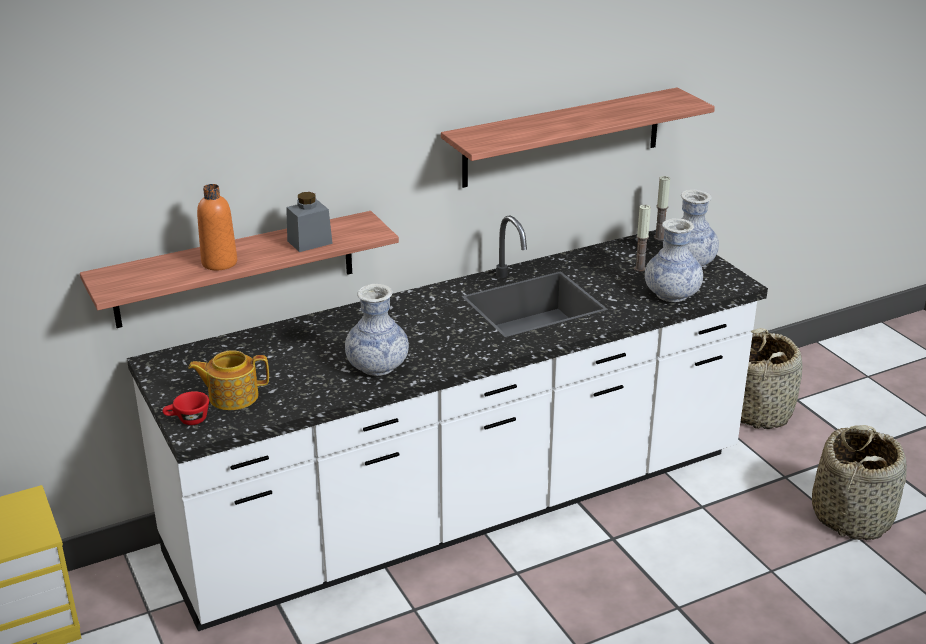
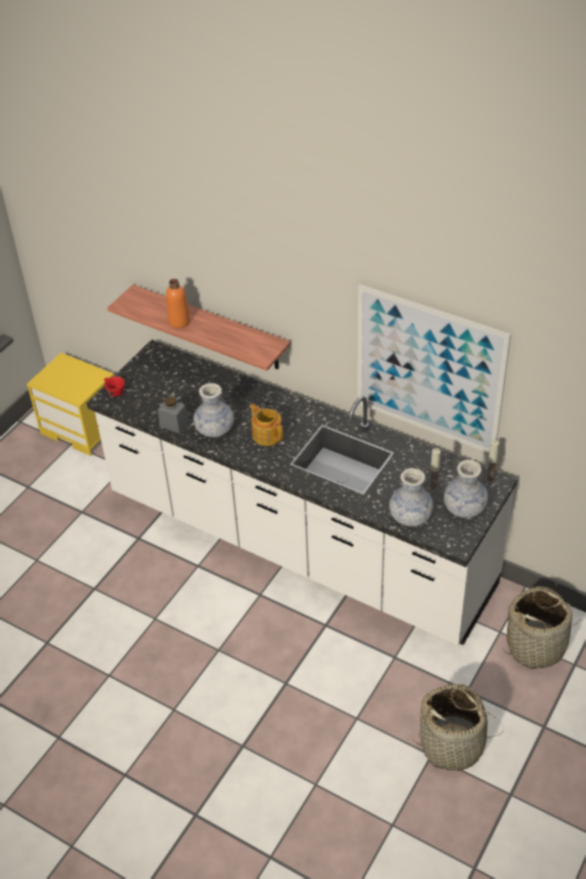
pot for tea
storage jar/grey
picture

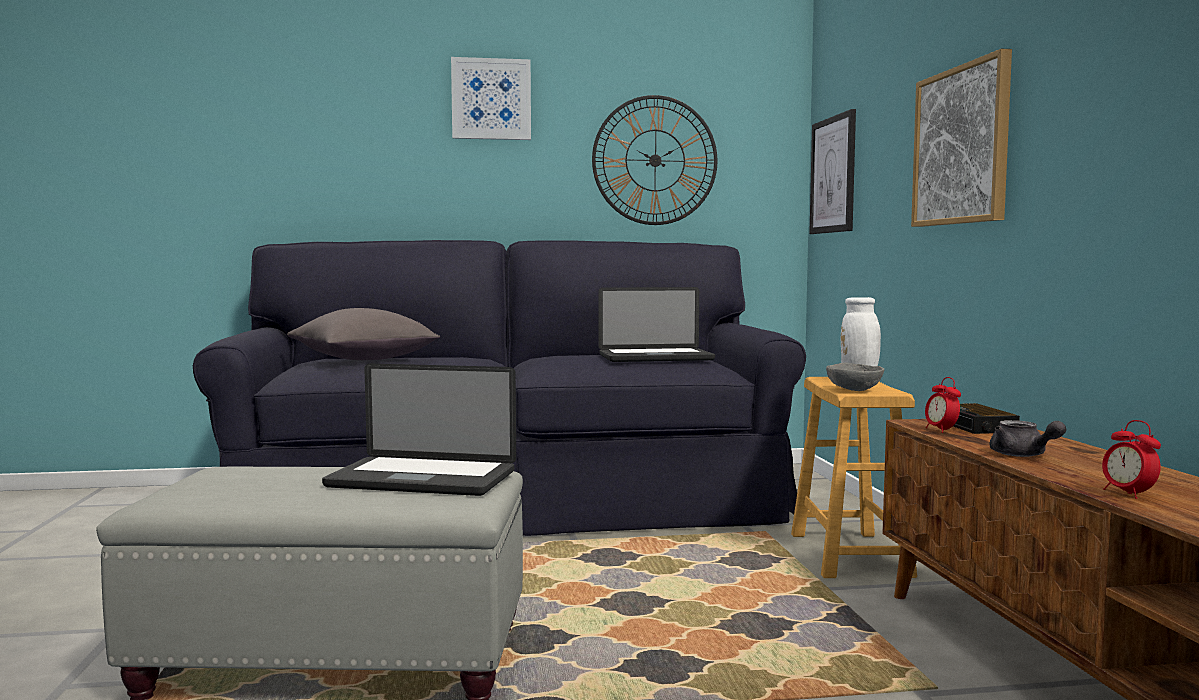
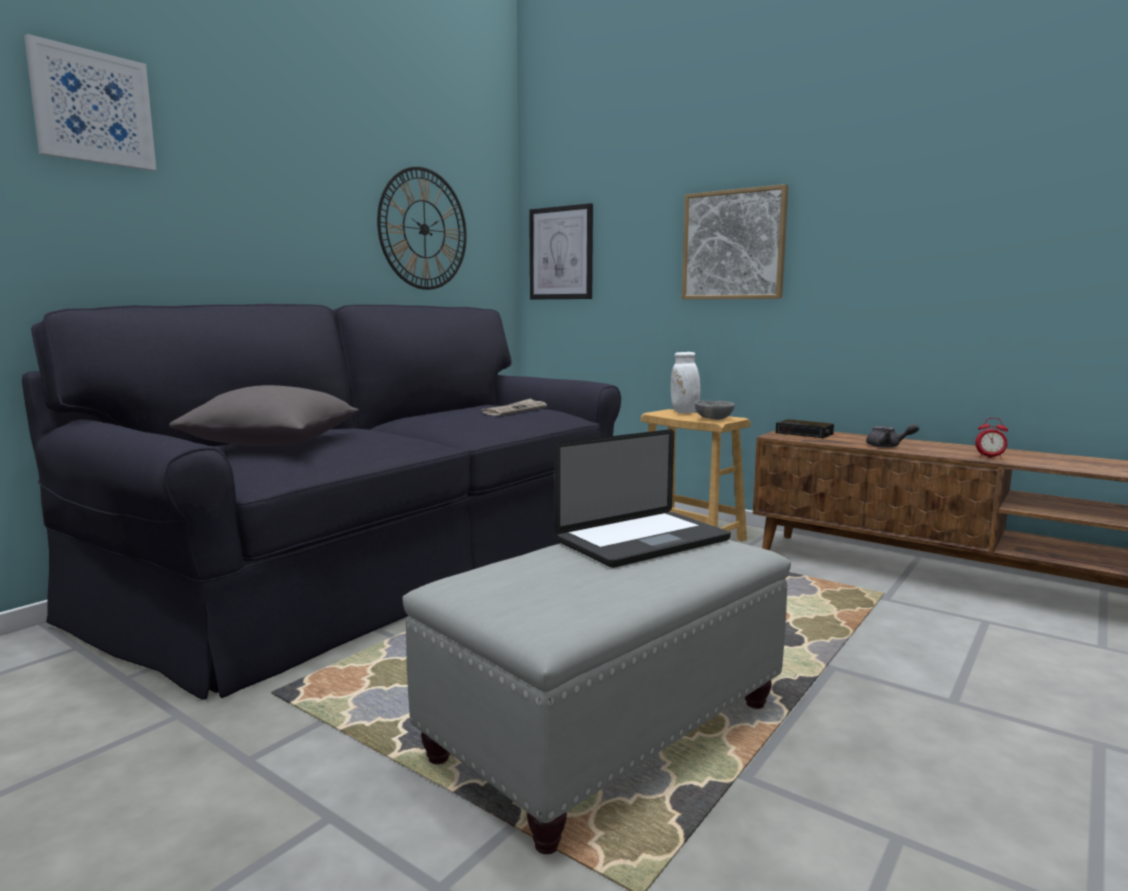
picture (1st from left)
printed paper
table clock (1st from left in the first image)

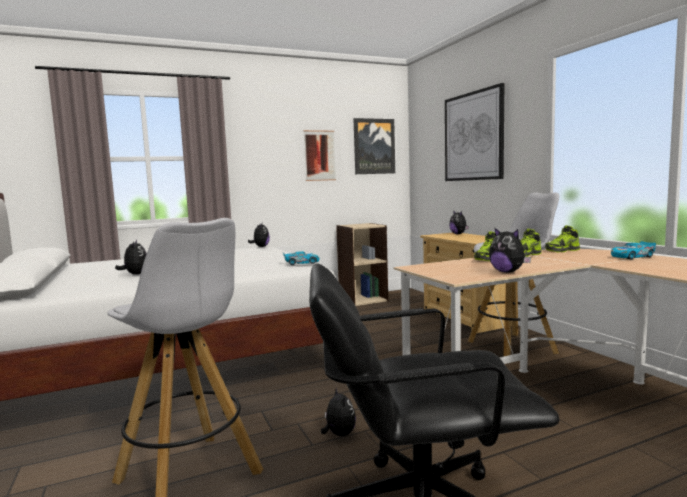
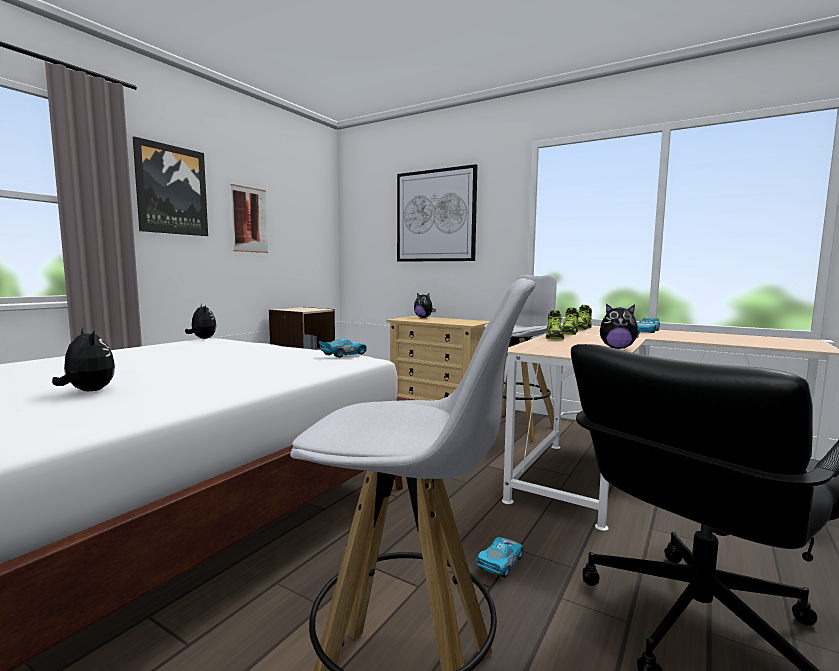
model car (2nd from left)
picture (1st from left)

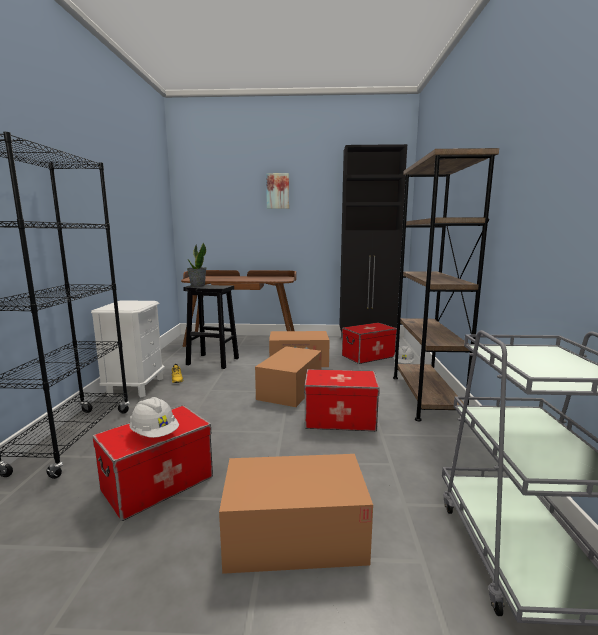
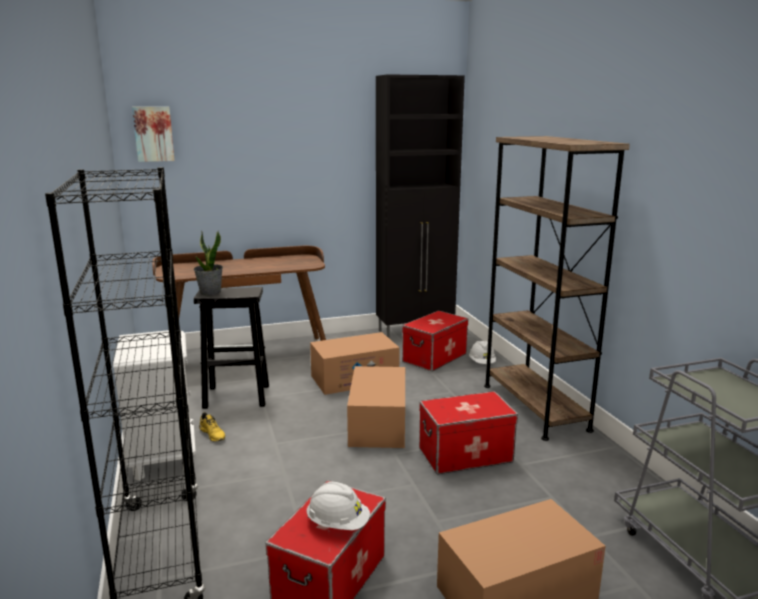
picture

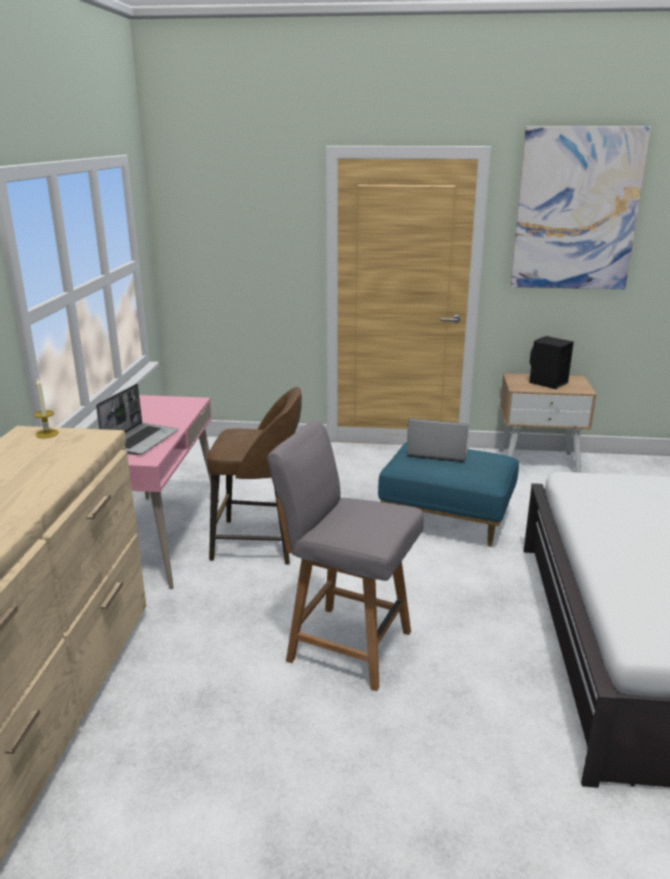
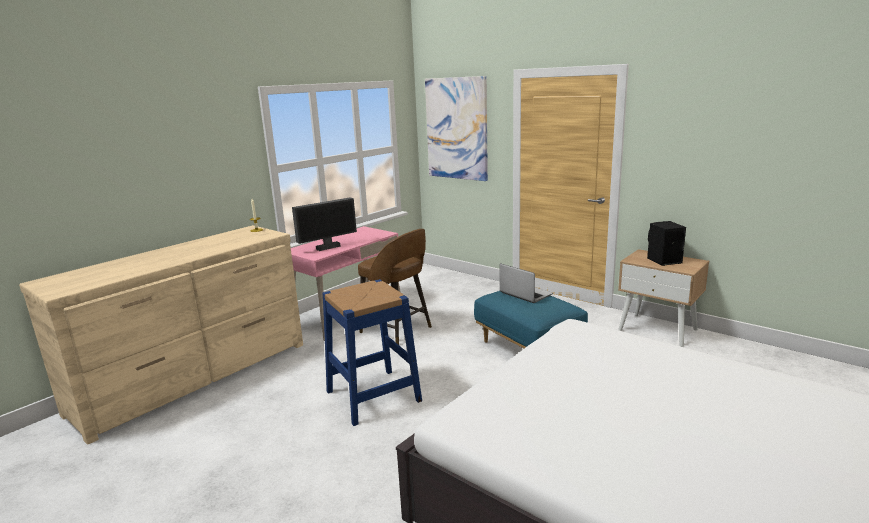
computer screen
sitting stool/blue
picture

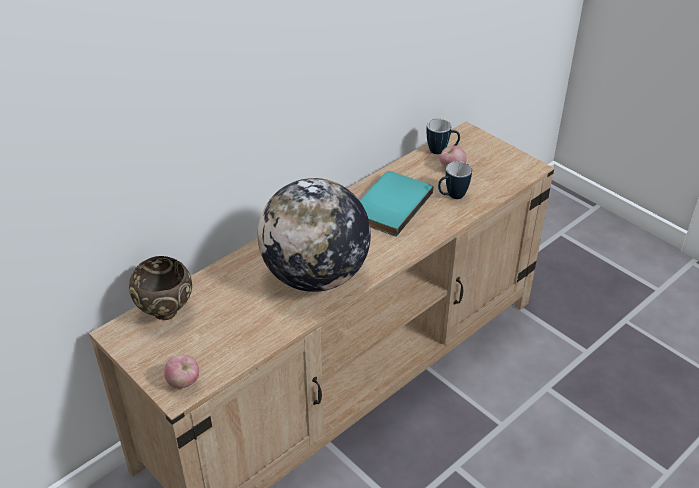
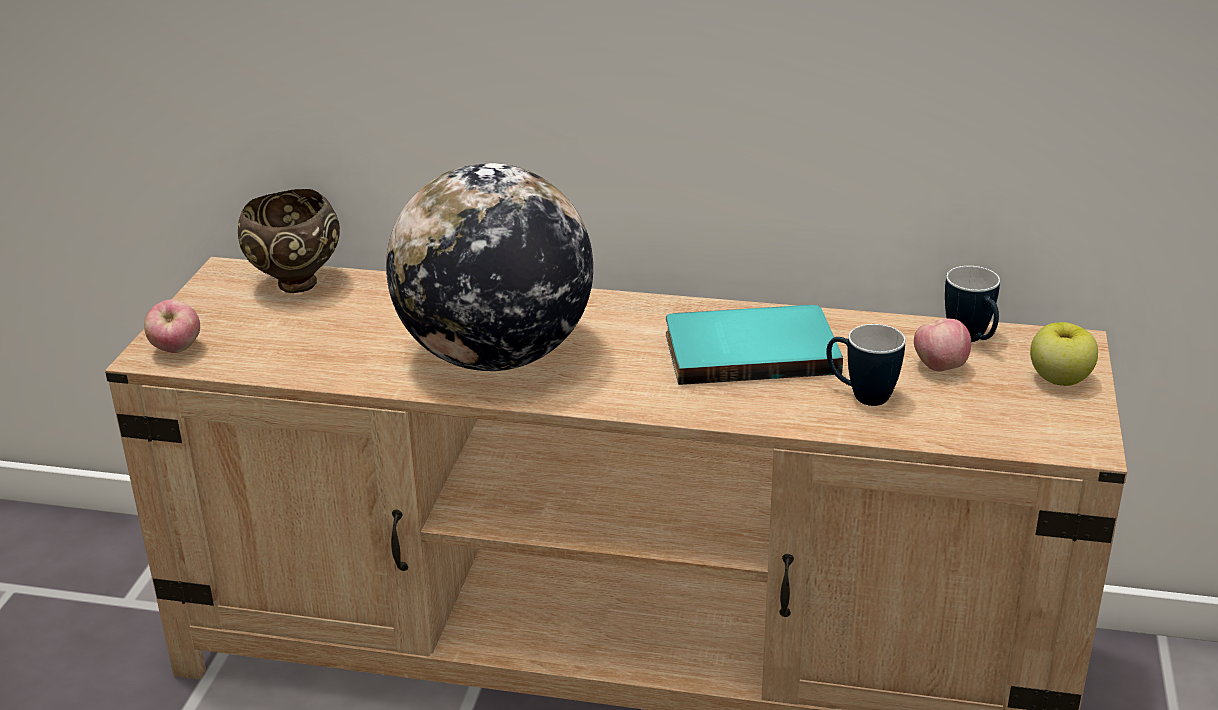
whole apple (3rd from left)

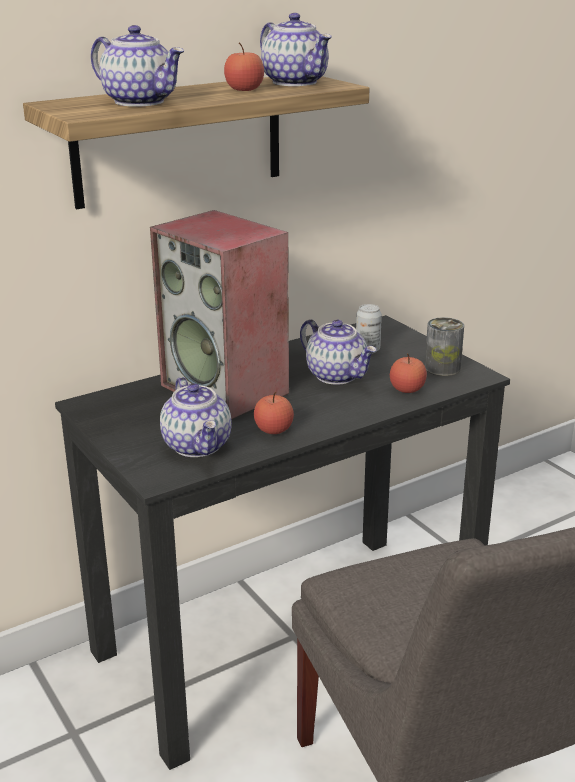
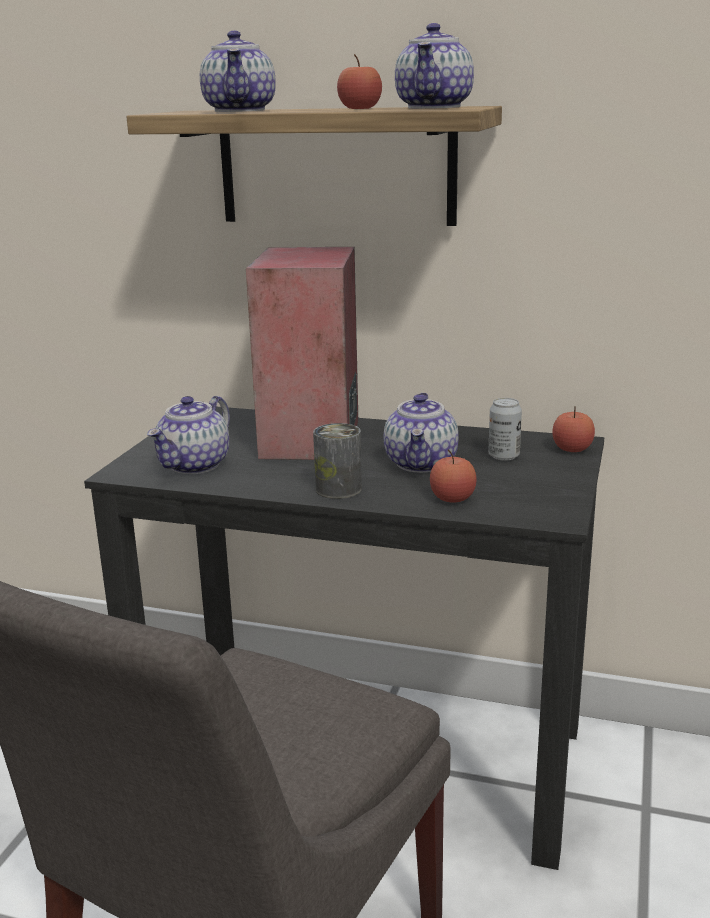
whole apple (3rd from left)
metal can (1st from left)

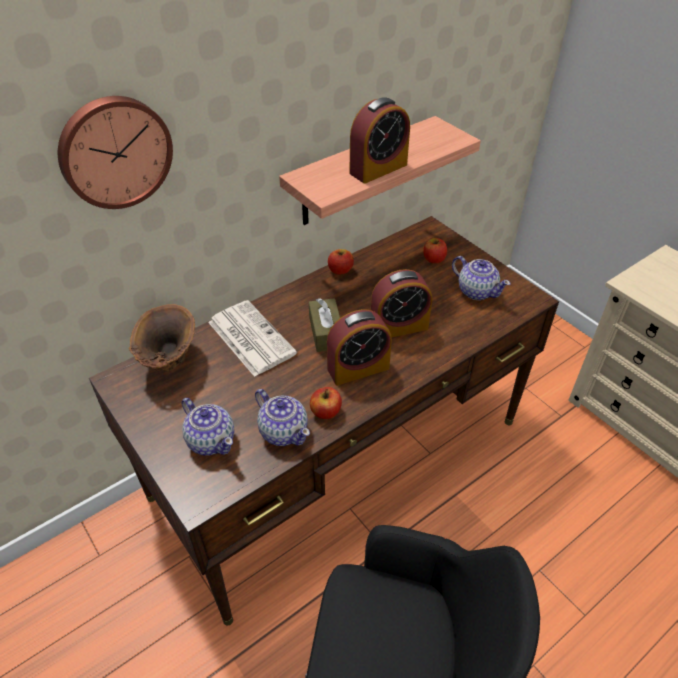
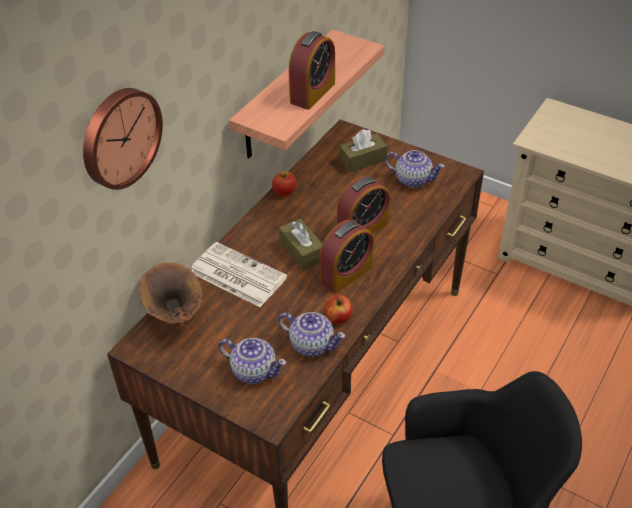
tissue box/brown (2nd from left)

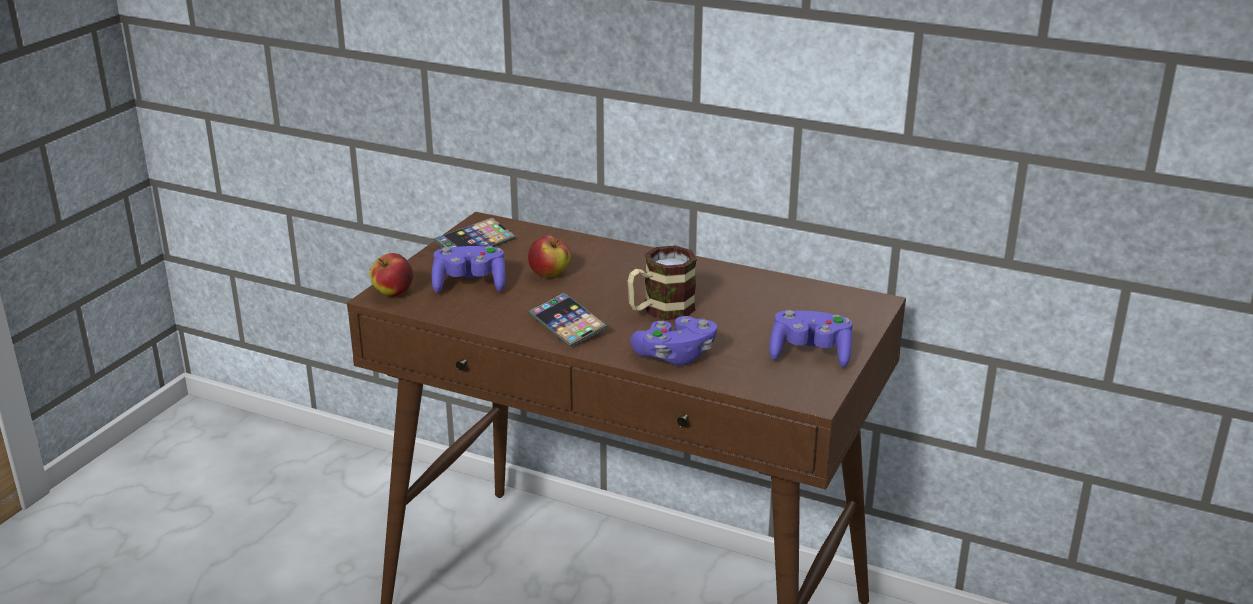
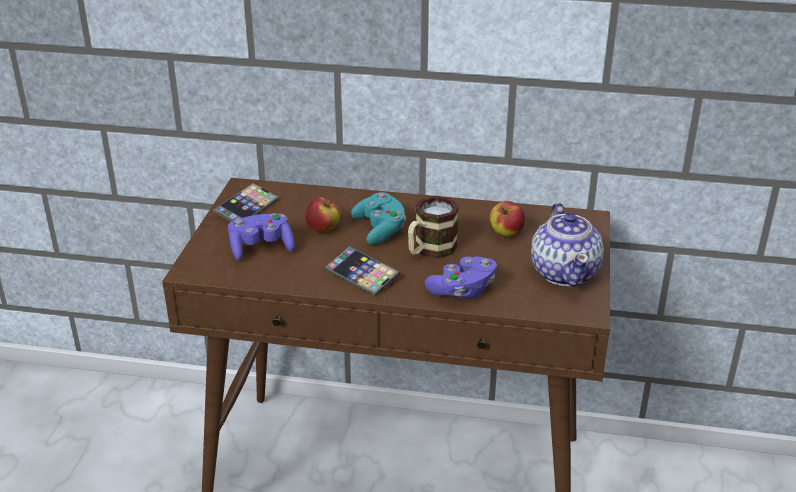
whole apple (2nd from left)
pot for tea
gamepad/turquoise-coloured

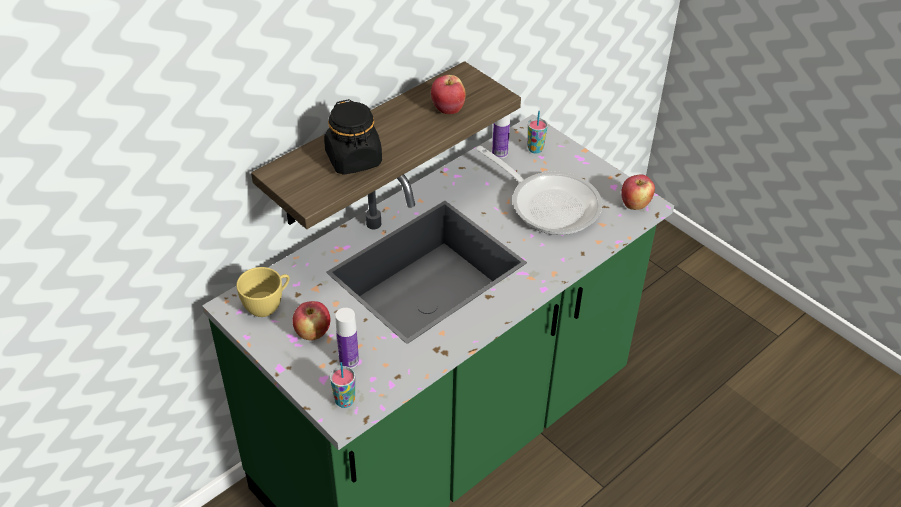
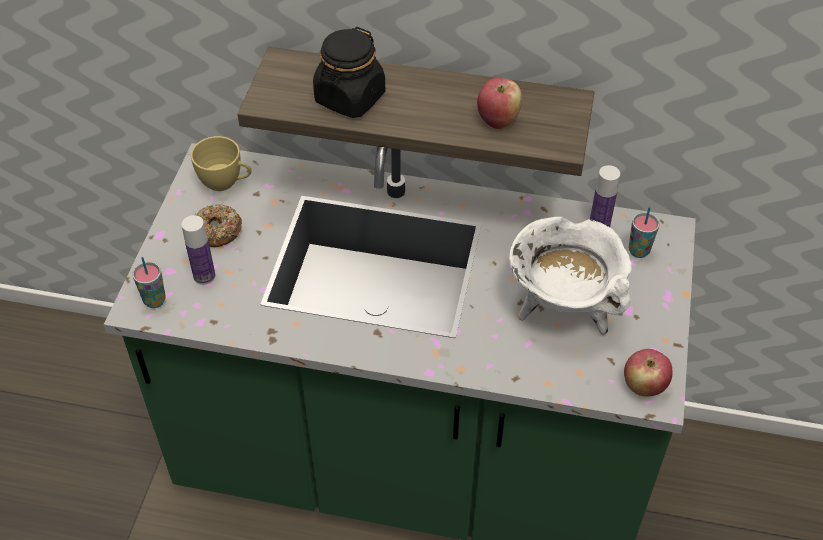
ring doughnut
stockpot/white-coloured

